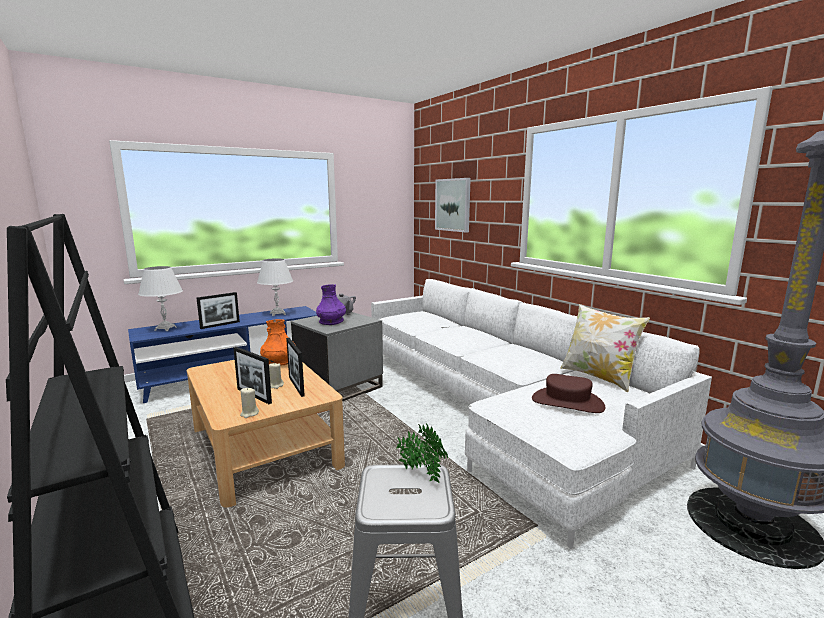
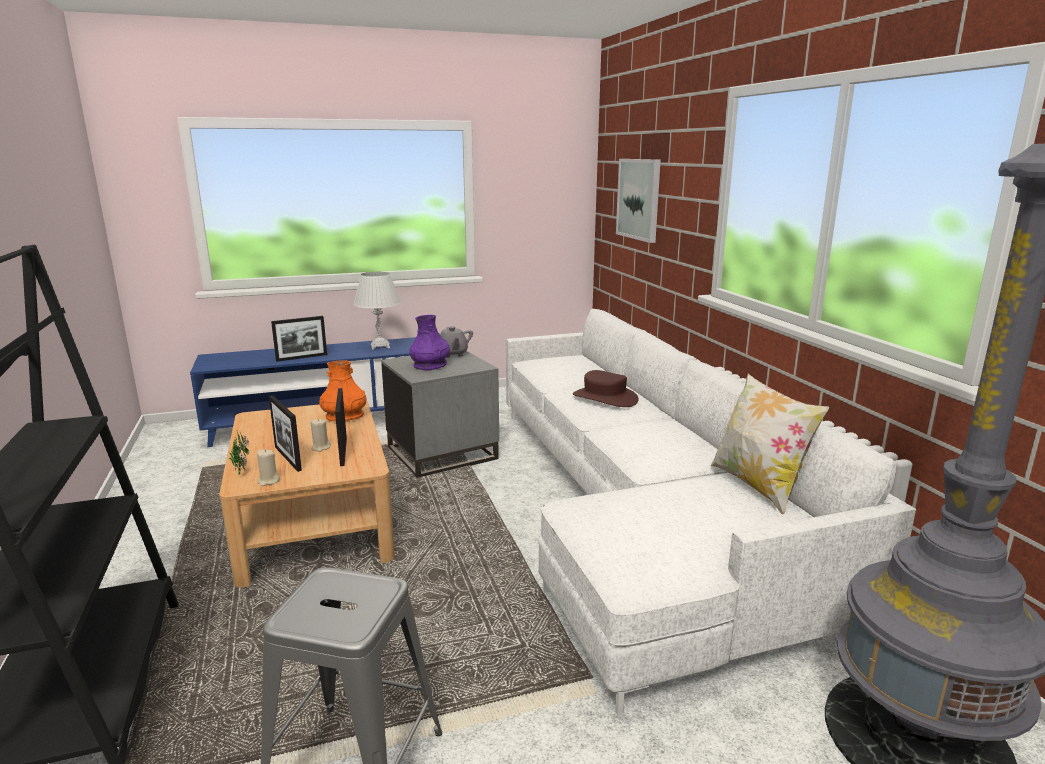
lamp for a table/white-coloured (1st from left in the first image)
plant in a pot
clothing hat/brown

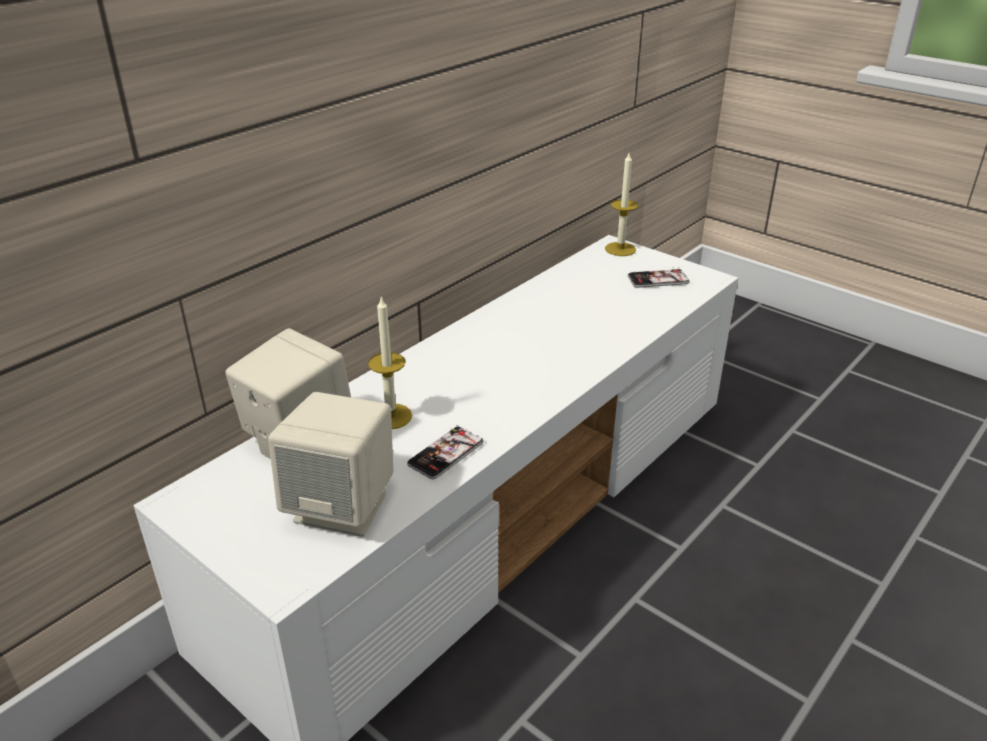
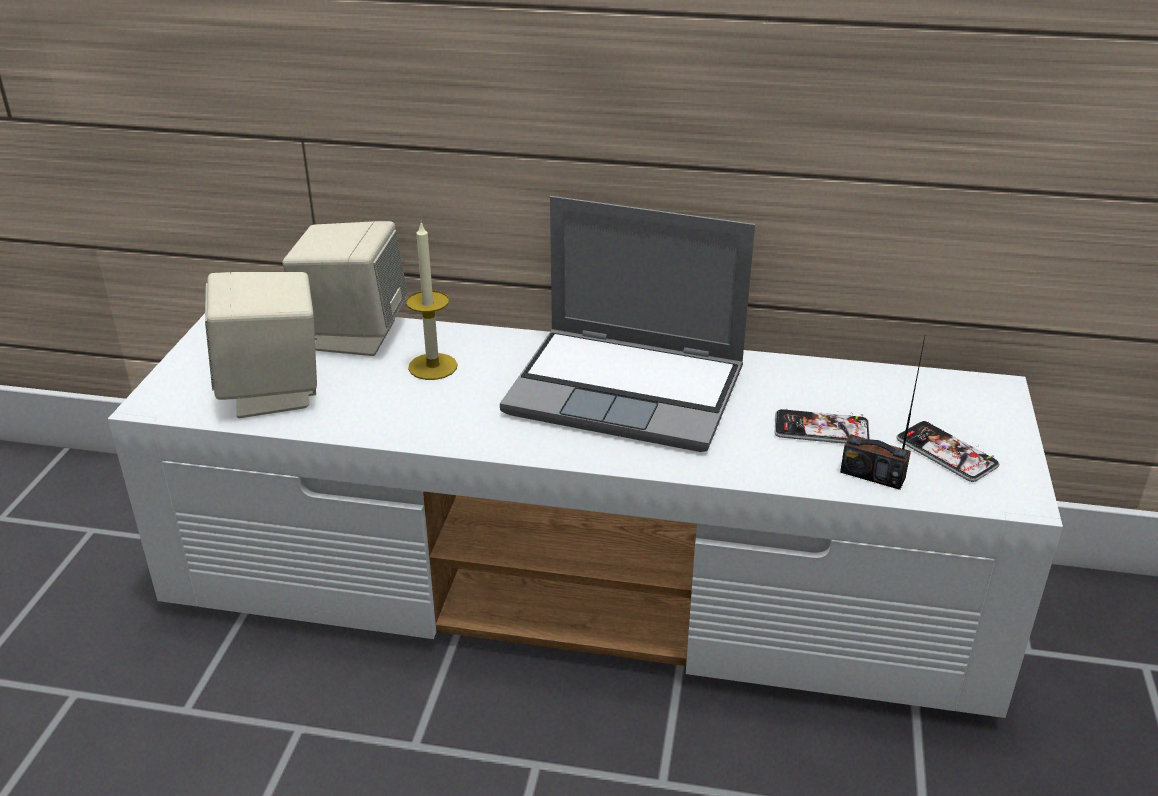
phone (1st from left)
candle (2nd from left in the first image)
portable computer
radio receiver

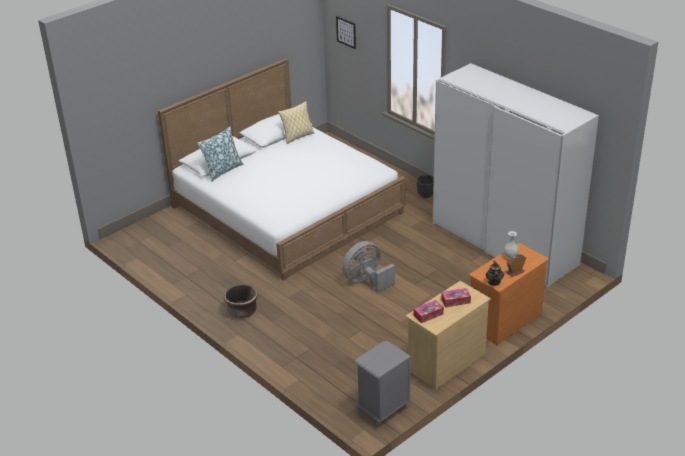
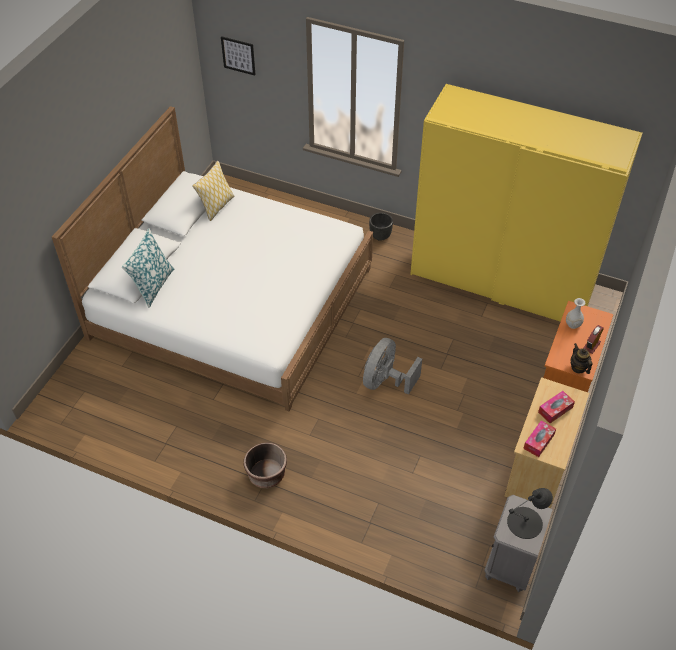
armoire/yellow
lamp for a table/black

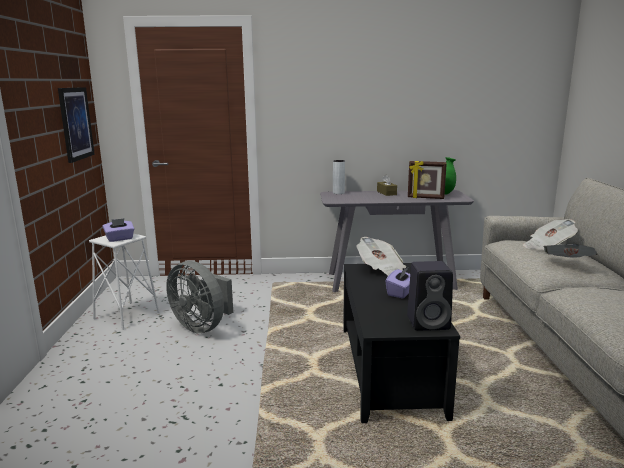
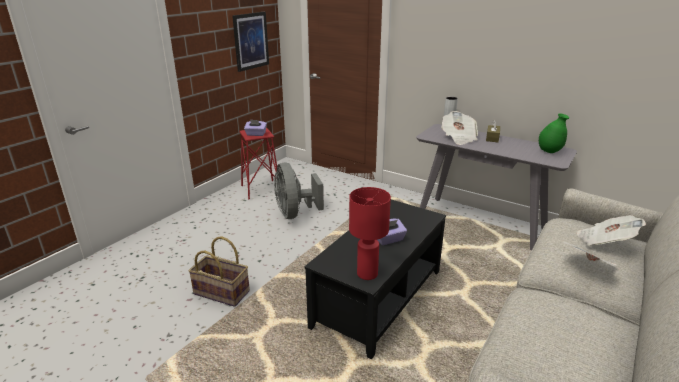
sitting stool/reddish
printed paper (1st from left)
lamp for a table/reddish
photo frame
storage basket

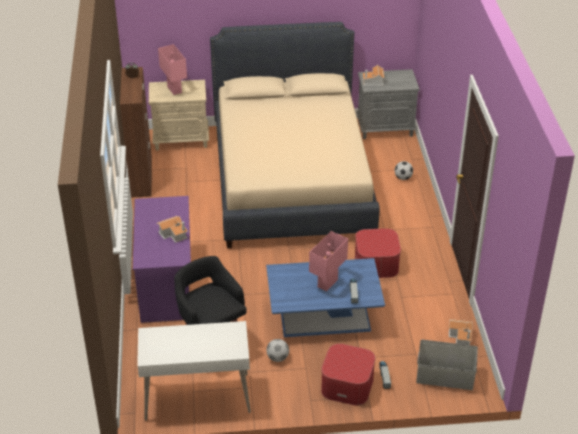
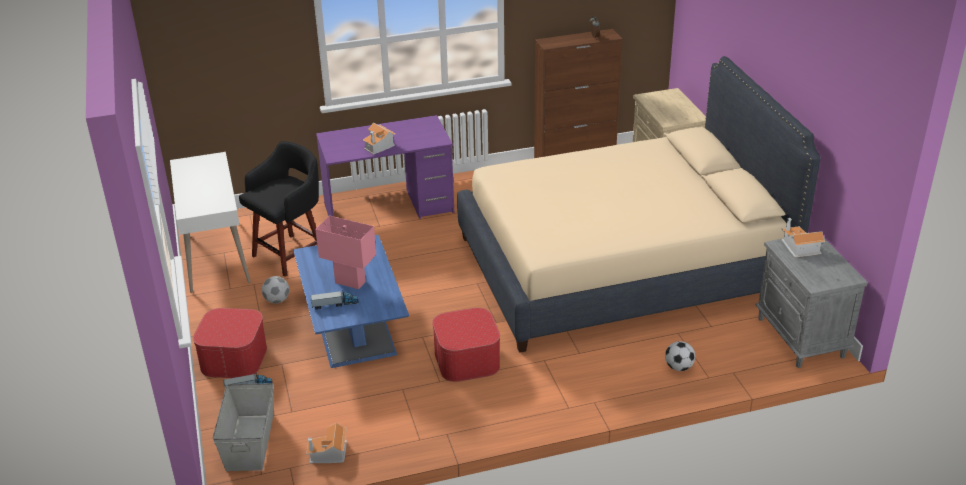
lamp for a table/pink-coloured (1st from left in the first image)

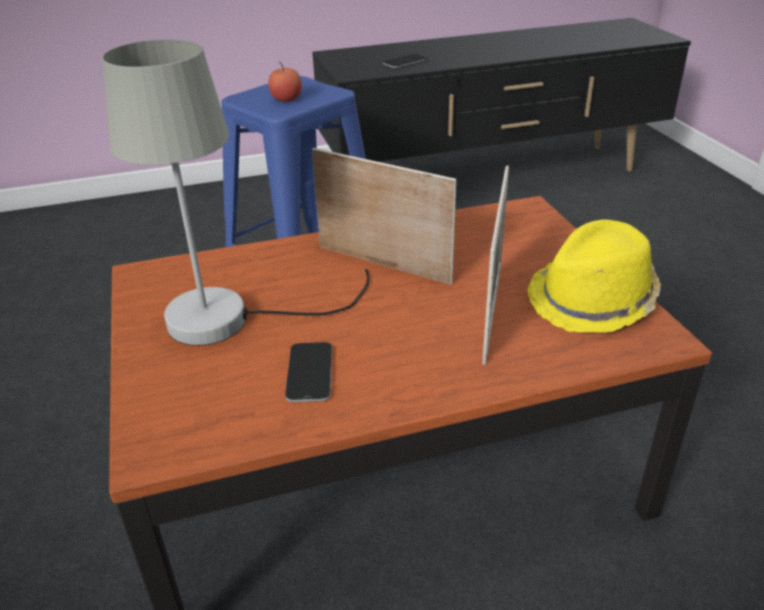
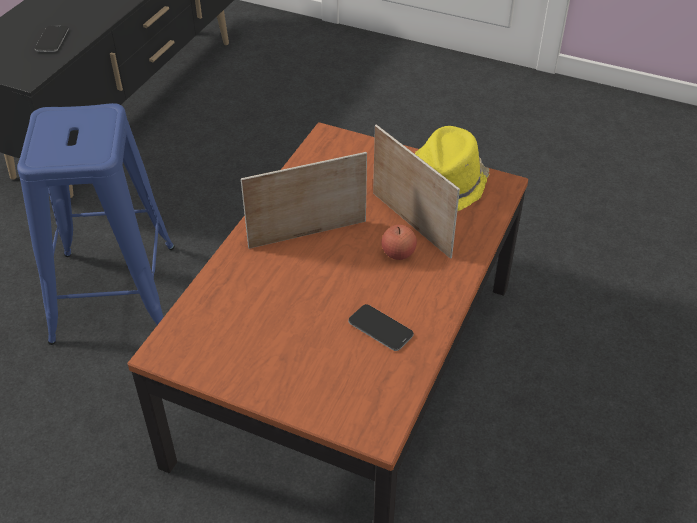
lamp for a table/grey
whole apple

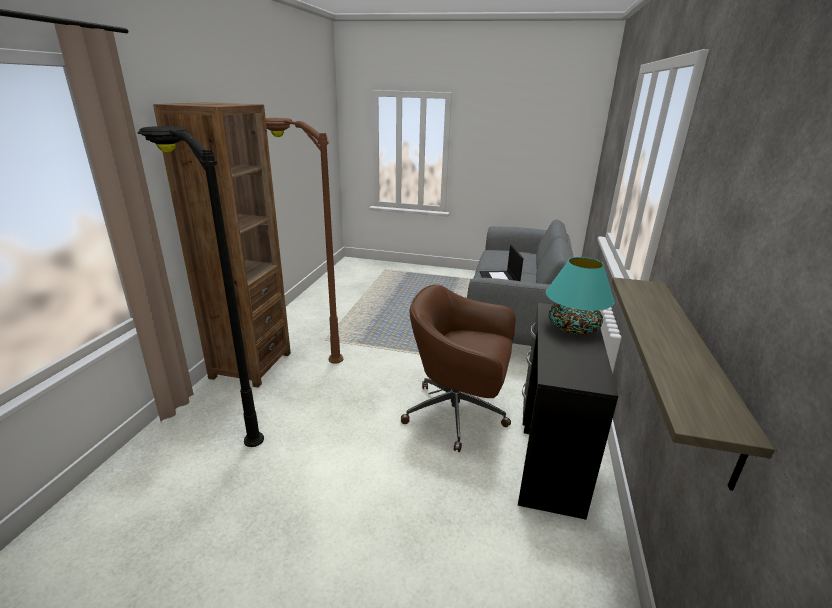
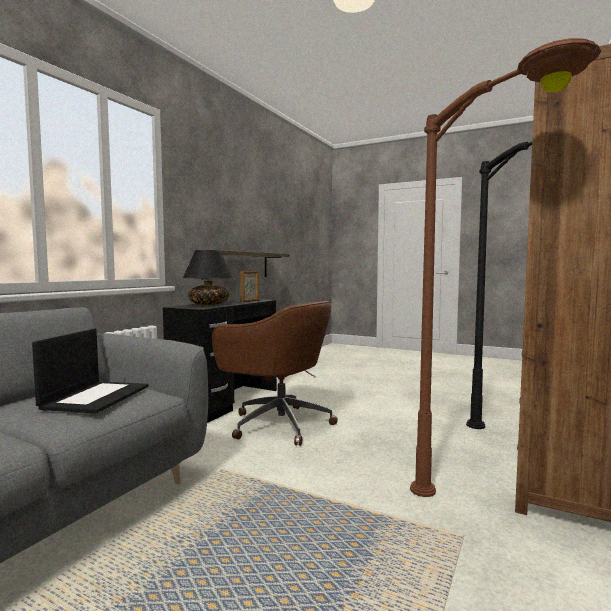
lamp for a table/black
photo frame

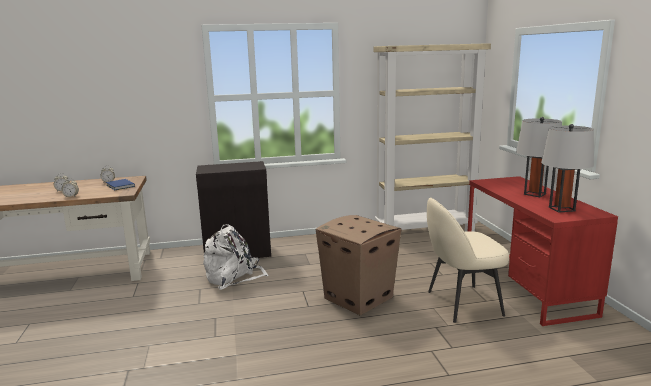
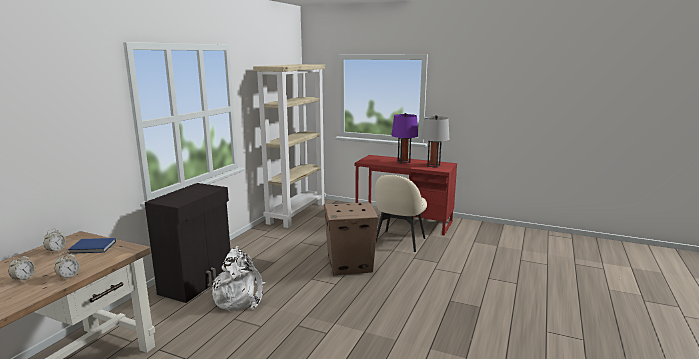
lamp for a table/purple-coloured

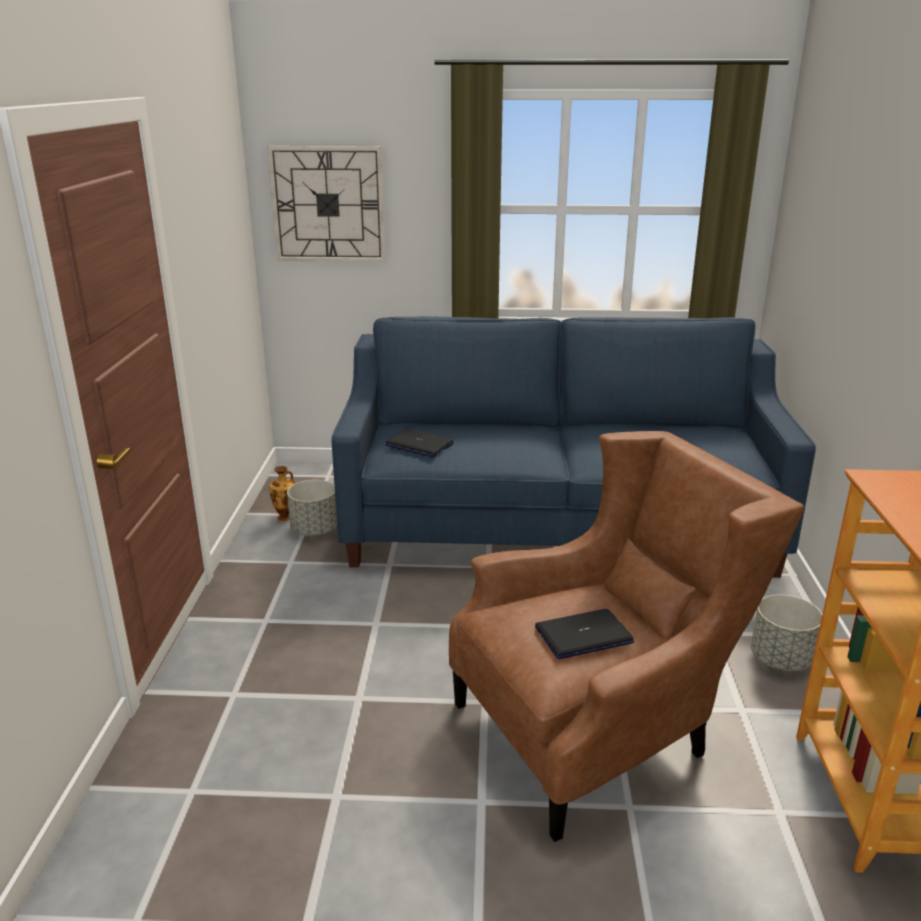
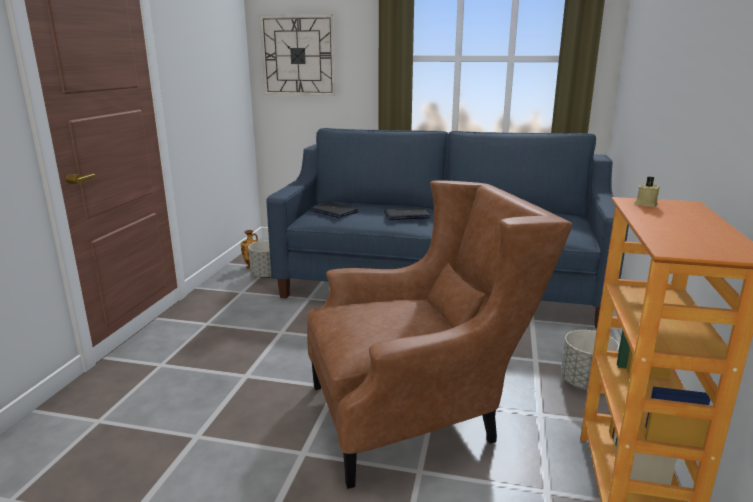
portable computer (2nd from left)
candle/beige

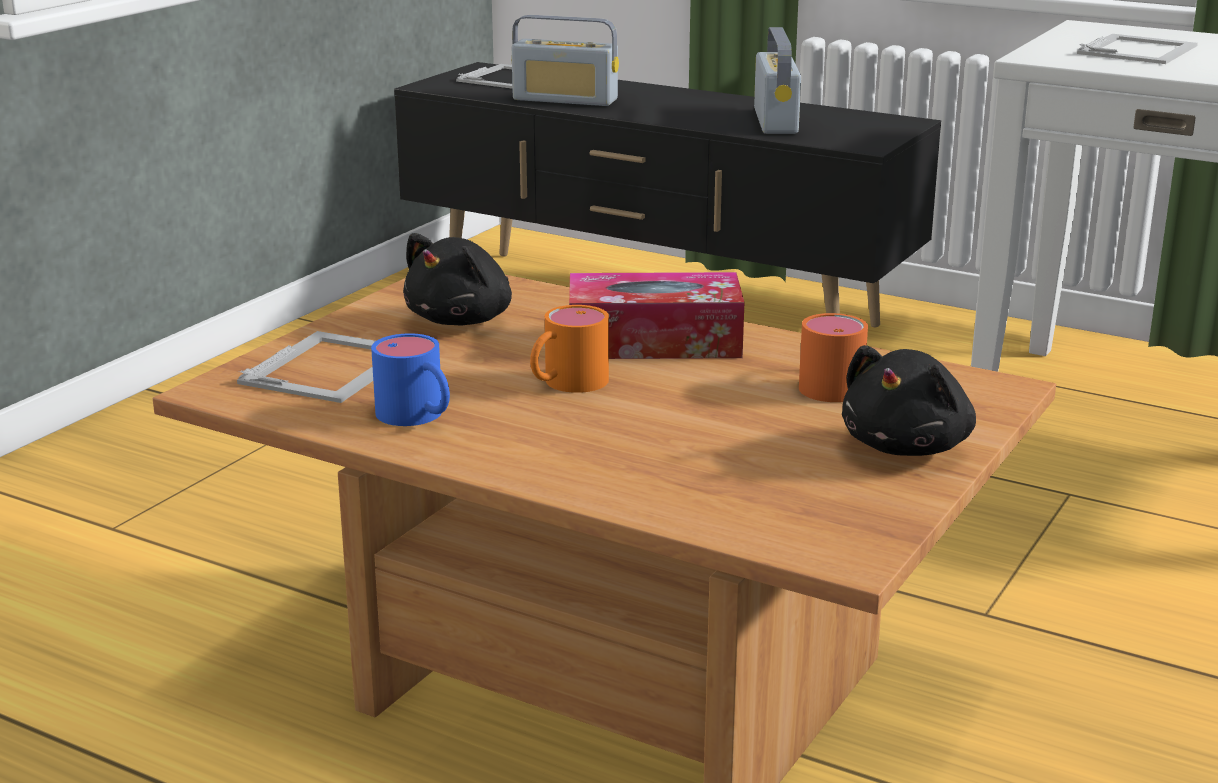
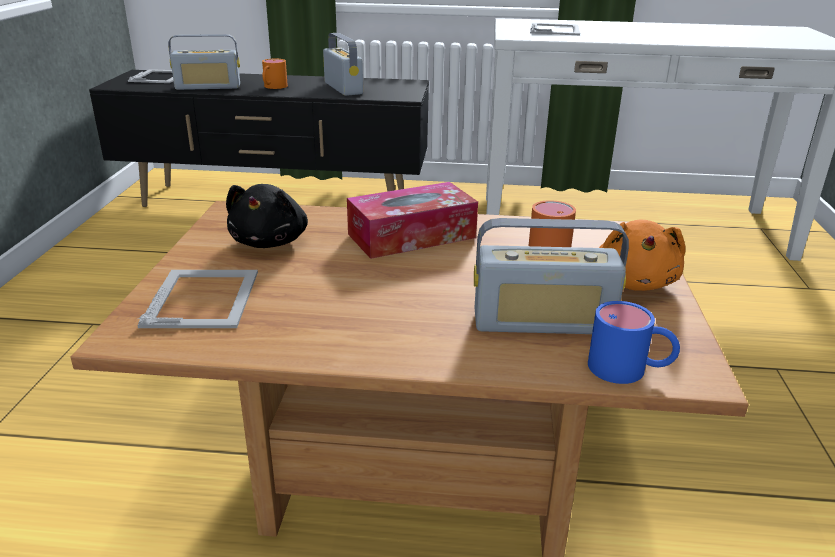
coffee mug/blue
coffee mug/orange (1st from left)
cuddly toy/orange
radio receiver (3rd from left)

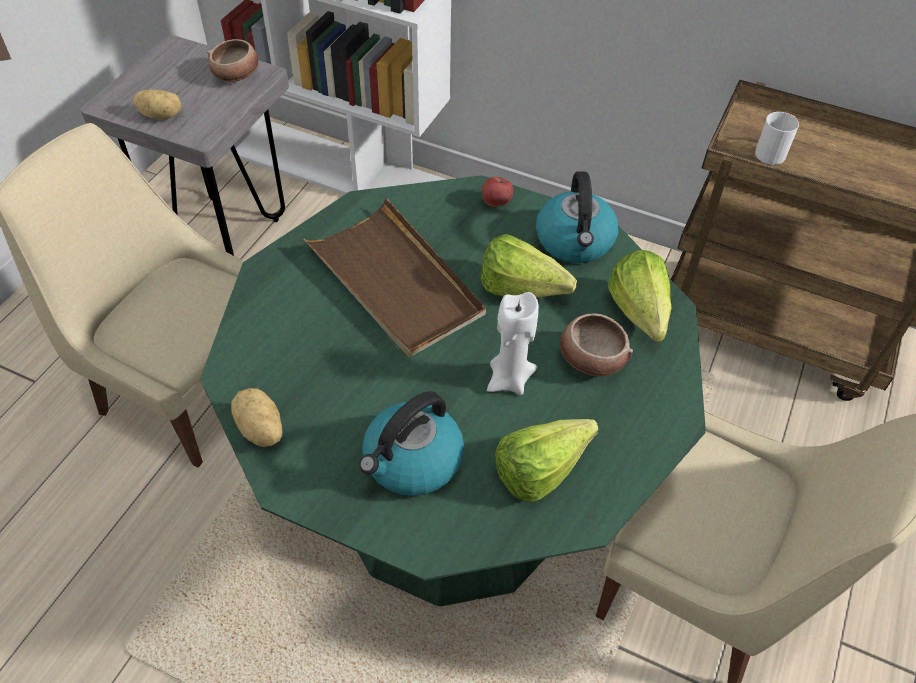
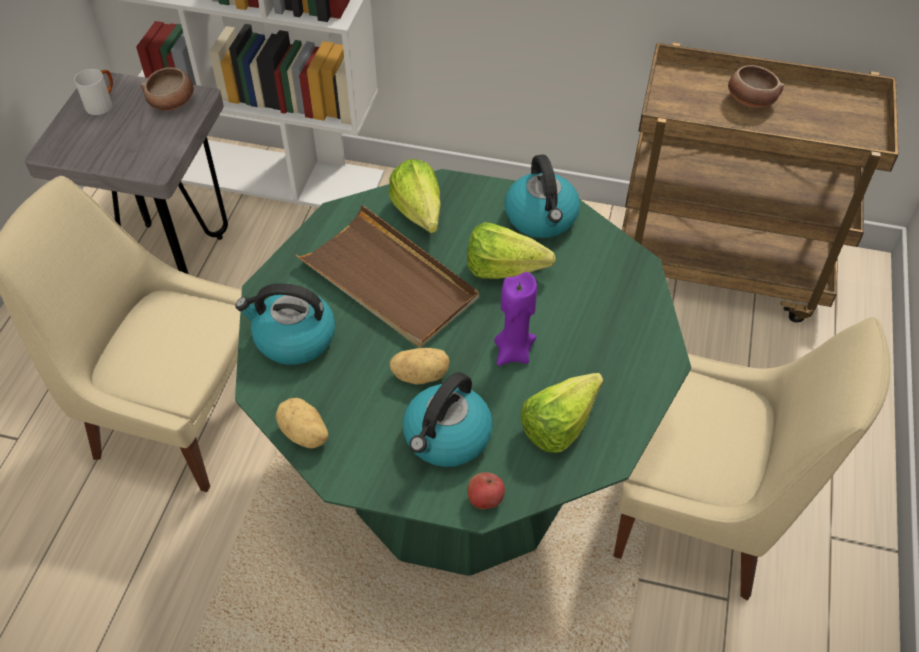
spud (2nd from left)
whole apple
candle/purple-coloured
bowl (2nd from left)
lettuce (1st from left)
coffee mug/white-coloured
tea kettle (1st from left)

